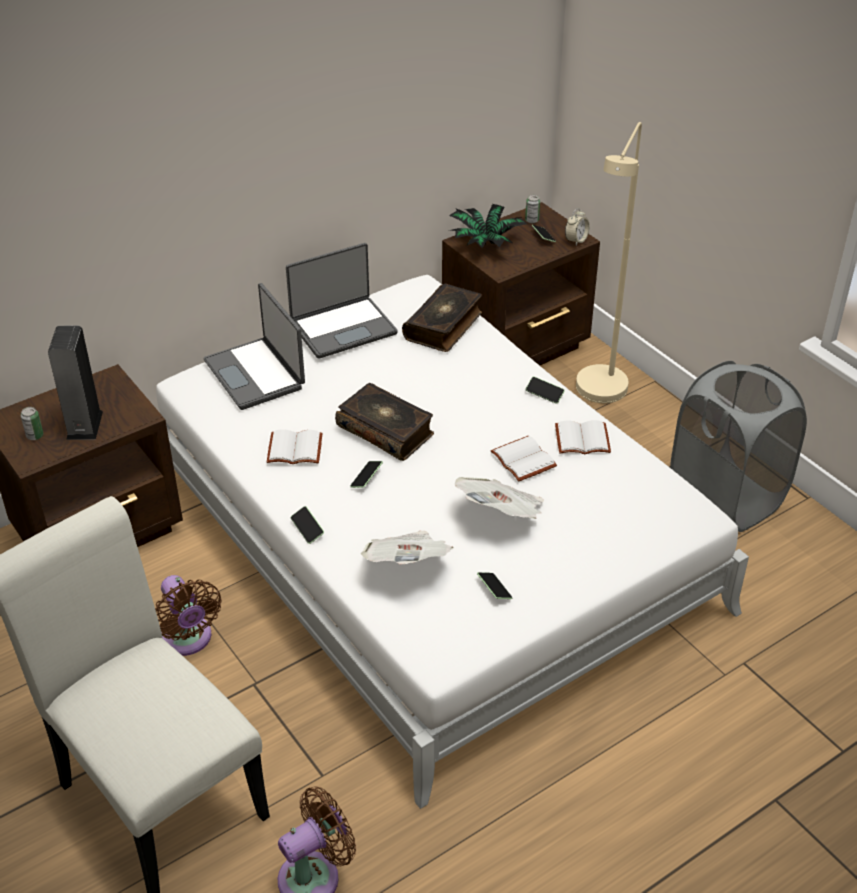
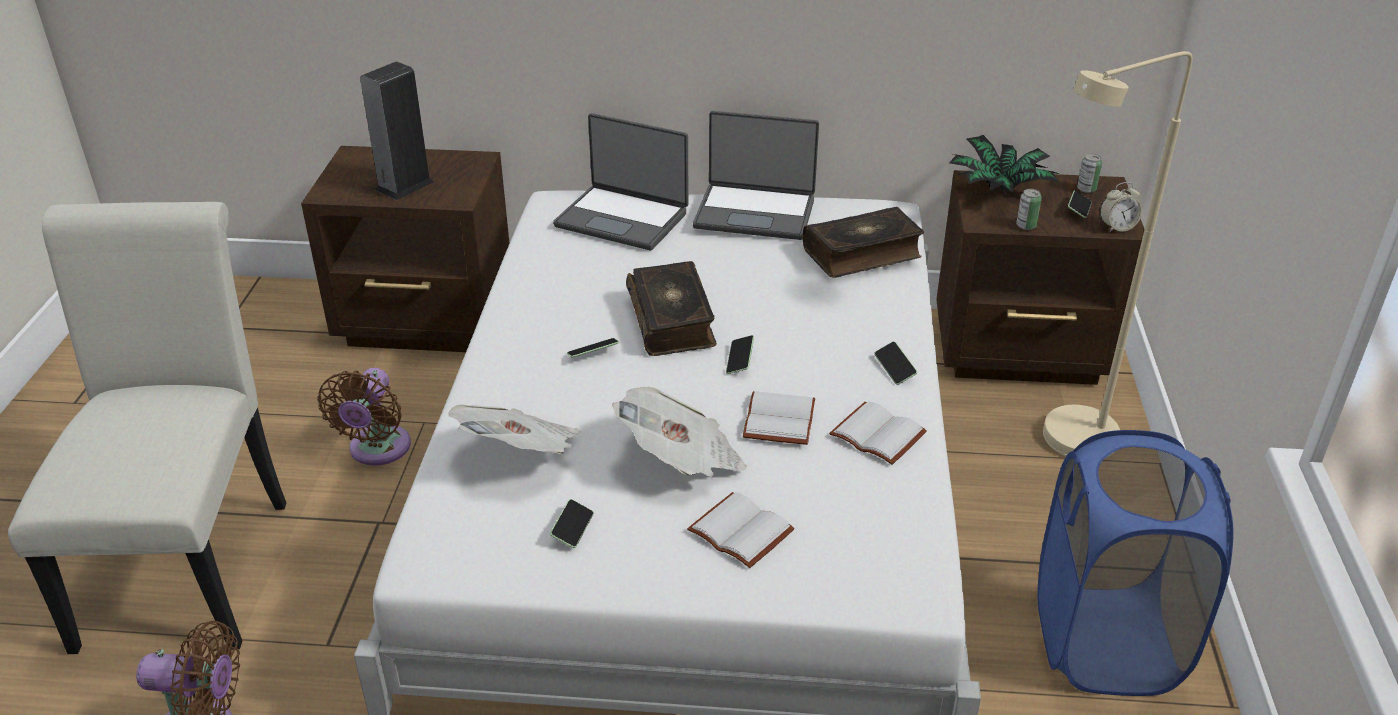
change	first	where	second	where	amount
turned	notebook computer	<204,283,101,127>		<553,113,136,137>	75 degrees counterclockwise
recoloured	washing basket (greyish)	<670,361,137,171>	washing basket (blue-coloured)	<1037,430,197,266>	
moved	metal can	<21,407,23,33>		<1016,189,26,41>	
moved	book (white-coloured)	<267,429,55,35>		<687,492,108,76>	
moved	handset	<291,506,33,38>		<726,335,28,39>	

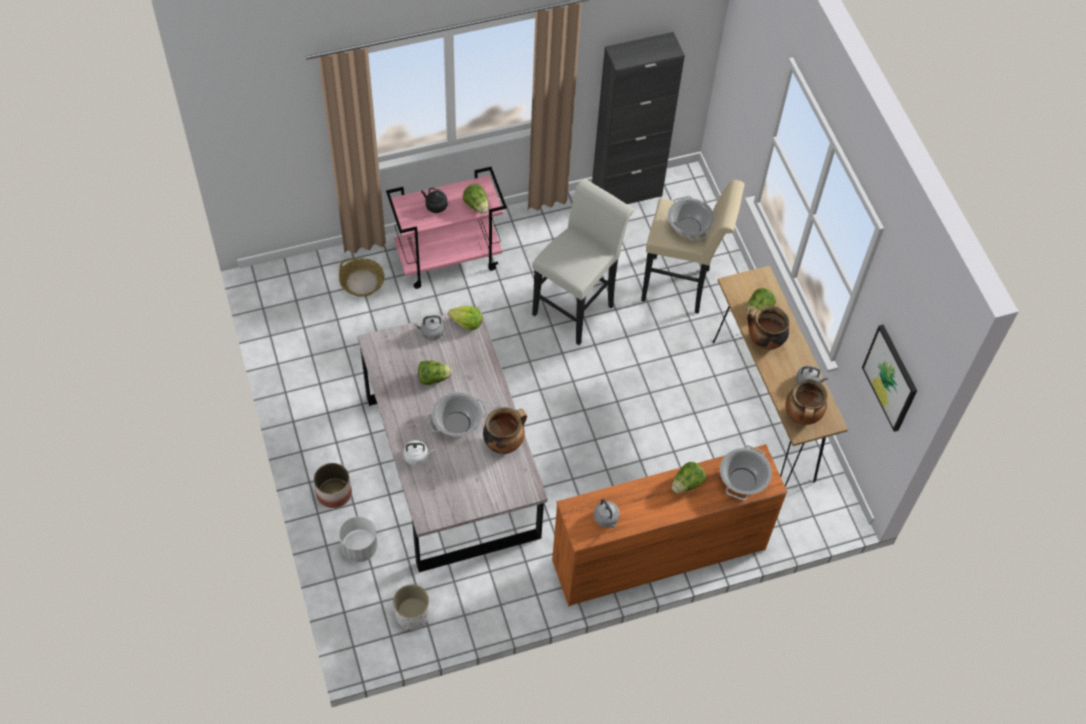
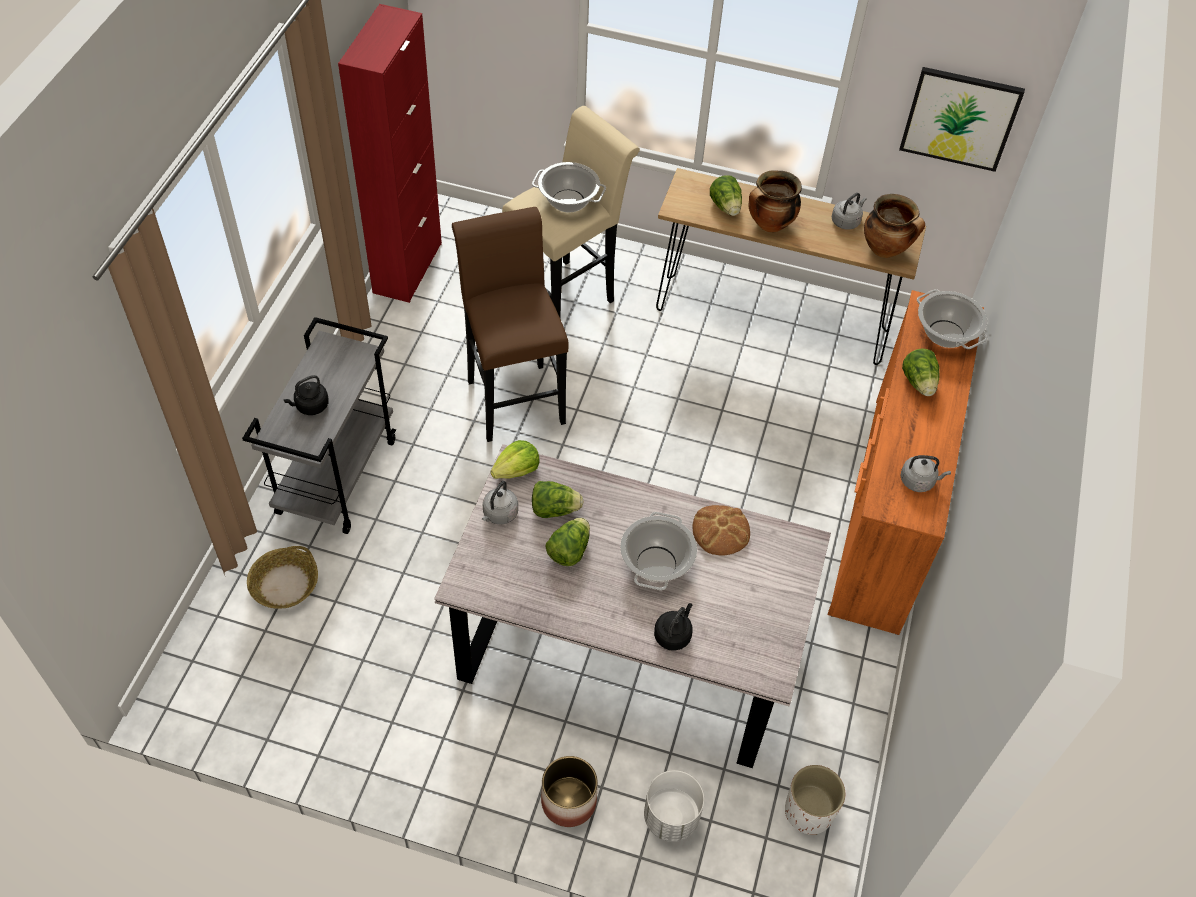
change	first	where	second	where	amount
recoloured	cabinet (black-coloured)	<592,32,93,172>	cabinet (red)	<338,4,104,299>	
recoloured	cart (pink-coloured)	<386,167,121,122>	cart (greyish)	<242,317,154,217>	
recoloured	sitting stool (white-coloured)	<532,179,102,166>	sitting stool (brown-coloured)	<452,207,117,235>	
moved	head of lettuce	<463,184,26,30>		<532,481,52,37>	
replaced	stockpot	<483,407,44,47>	bakery bread	<692,505,58,51>	
recoloured	kettle (white-coloured)	<403,440,32,26>	kettle (black-coloured)	<654,603,39,48>	

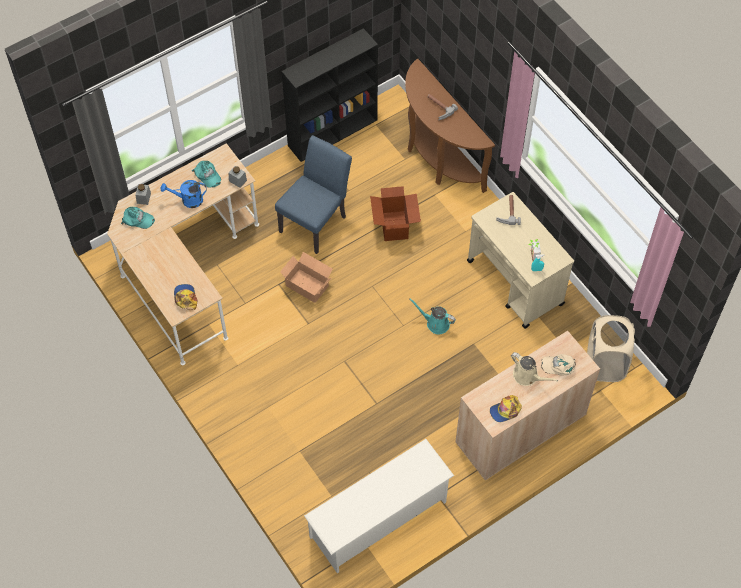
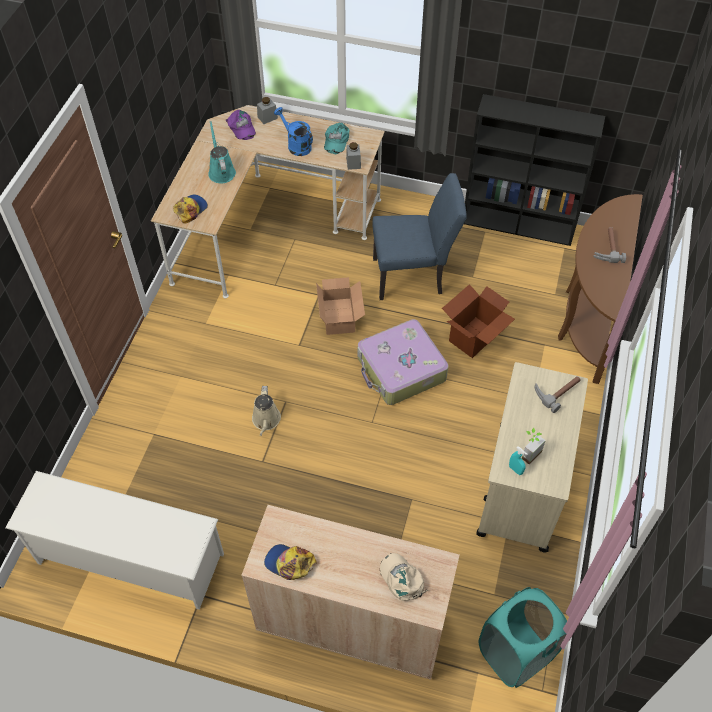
change	first	where	second	where	amount
recoloured	baseball cap (blue-green)	<121,207,34,22>	baseball cap (purple-coloured)	<226,110,30,30>	
moved	watering can (blue-green)	<409,298,47,36>		<208,121,28,63>	
recoloured	washing basket (beige)	<587,315,48,67>	washing basket (blue-green)	<479,587,88,101>	
moved	watering can (beige)	<511,352,47,34>		<252,386,29,50>	
added			suitcase	<357,319,92,86>	

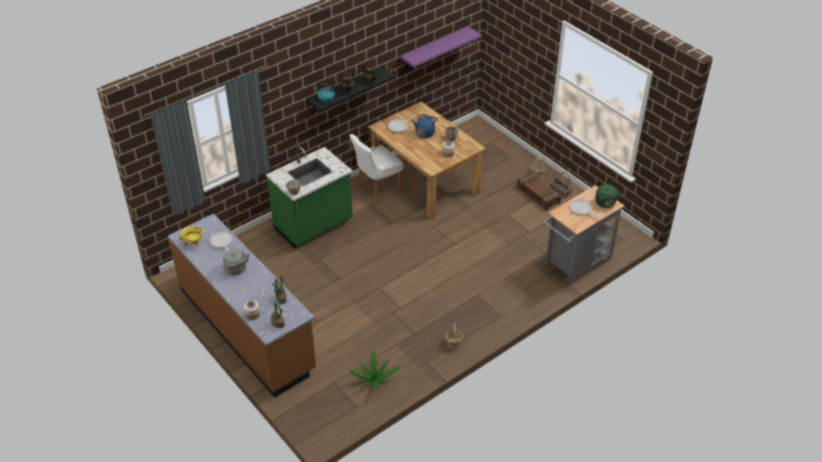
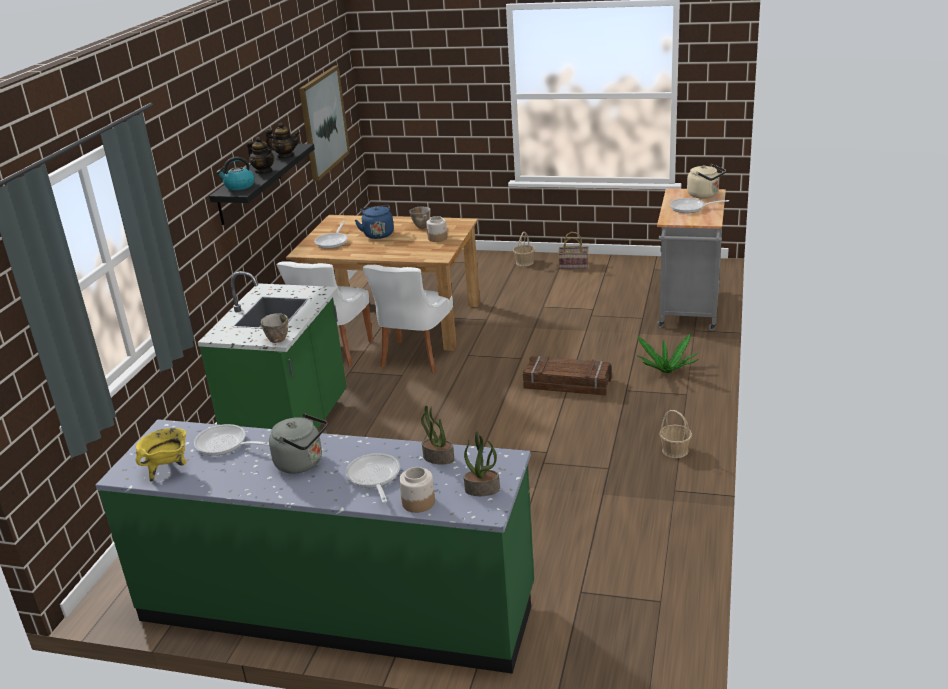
change	first	where	second	where	amount
replaced	wall shelf (purple-coloured)	<400,26,82,43>	picture	<299,65,51,117>	
moved	shipping crate	<517,172,44,38>		<523,356,88,40>	
recoloured	kettle (greenish)	<595,184,26,24>	kettle (beige)	<687,164,39,35>	
recoloured	kitchen counter (brown-coloured)	<168,214,148,184>	kitchen counter (greenish)	<96,419,438,255>	
moved	houseplant	<350,351,49,38>		<636,334,62,39>	
added			chair (white-coloured)	<363,265,90,108>	
added			frying pan	<346,453,54,50>	

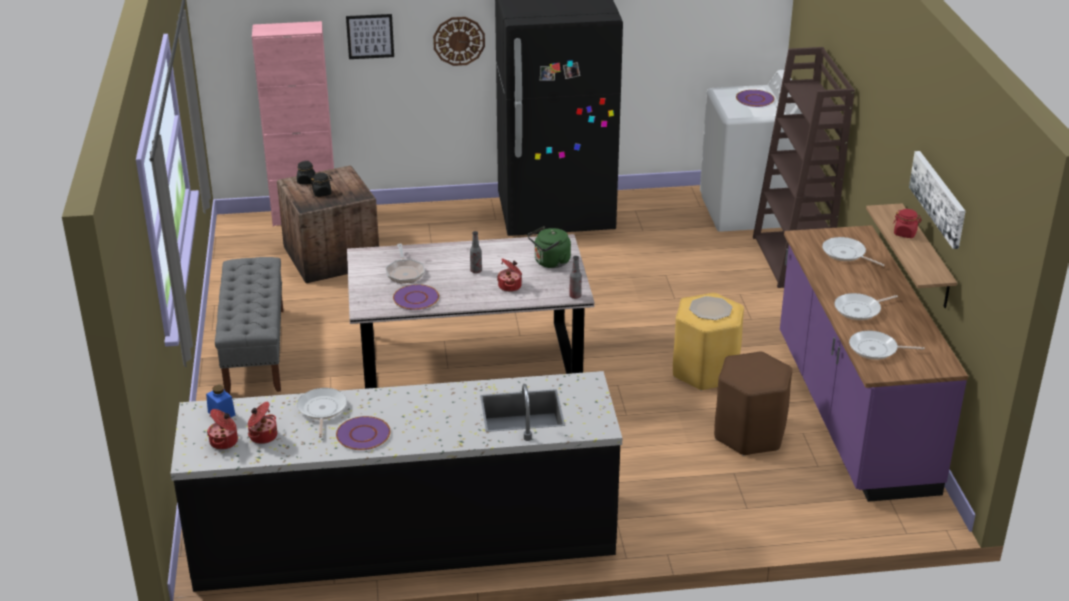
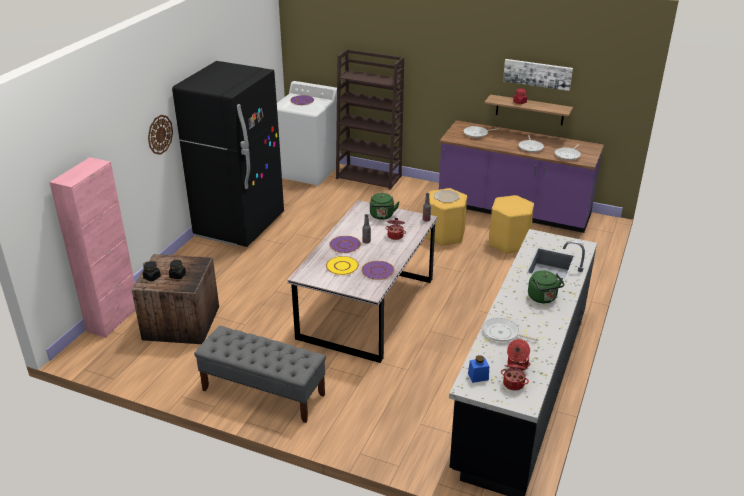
change	first	where	second	where	amount
removed	picture	<346,14,48,45>			
replaced	frying pan	<385,244,40,39>	dinner plate (yellowish)	<326,256,33,19>	
recoloured	sitting stool (brown-coloured)	<714,352,78,104>	sitting stool (yellowish)	<489,195,45,59>	
moved	dinner plate (purple-coloured)	<336,416,55,34>		<329,236,32,17>	
added			kettle (greenish)	<528,270,37,33>	

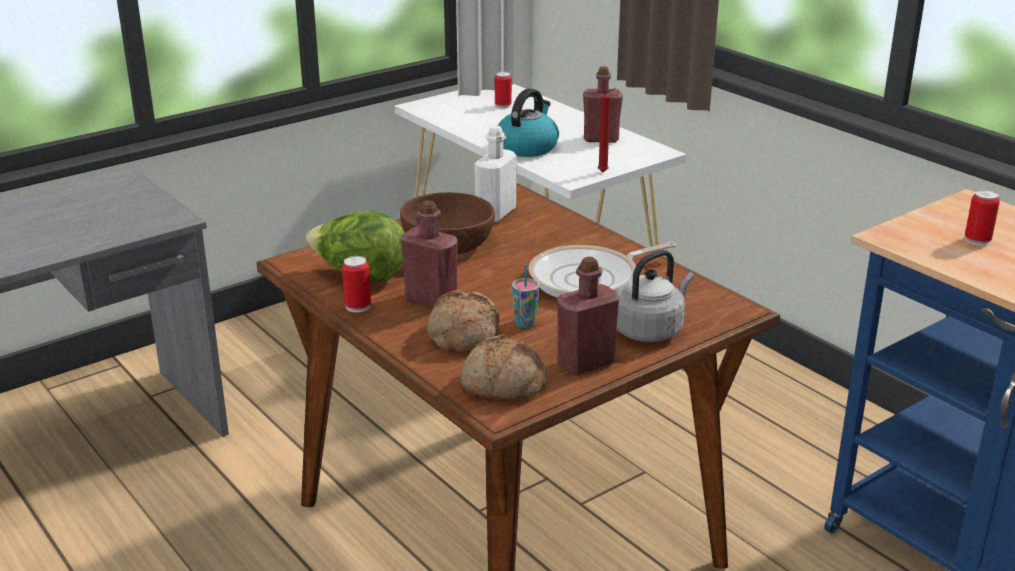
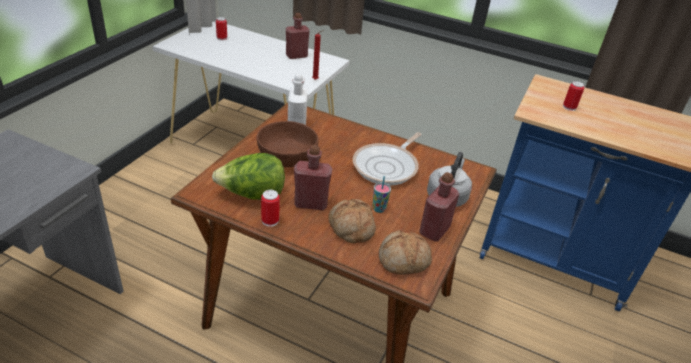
change	first	where	second	where	amount
removed	kettle	<498,88,61,69>			

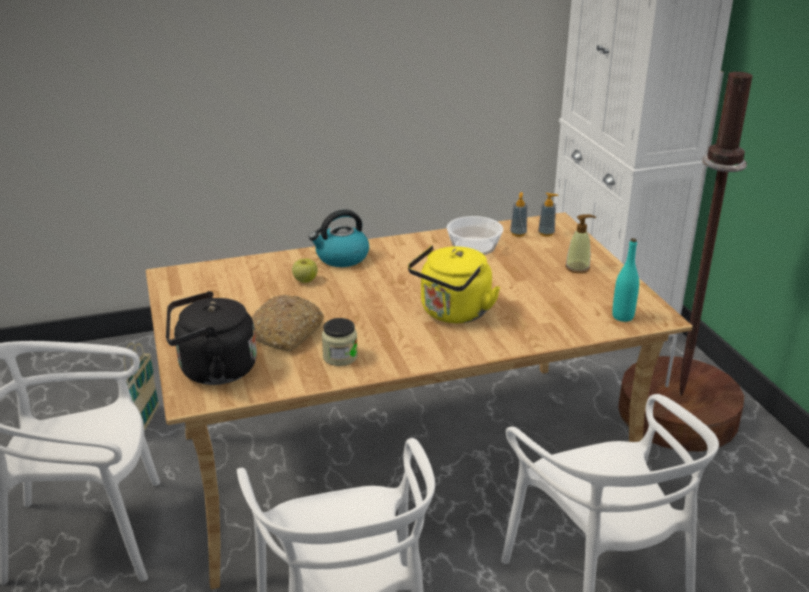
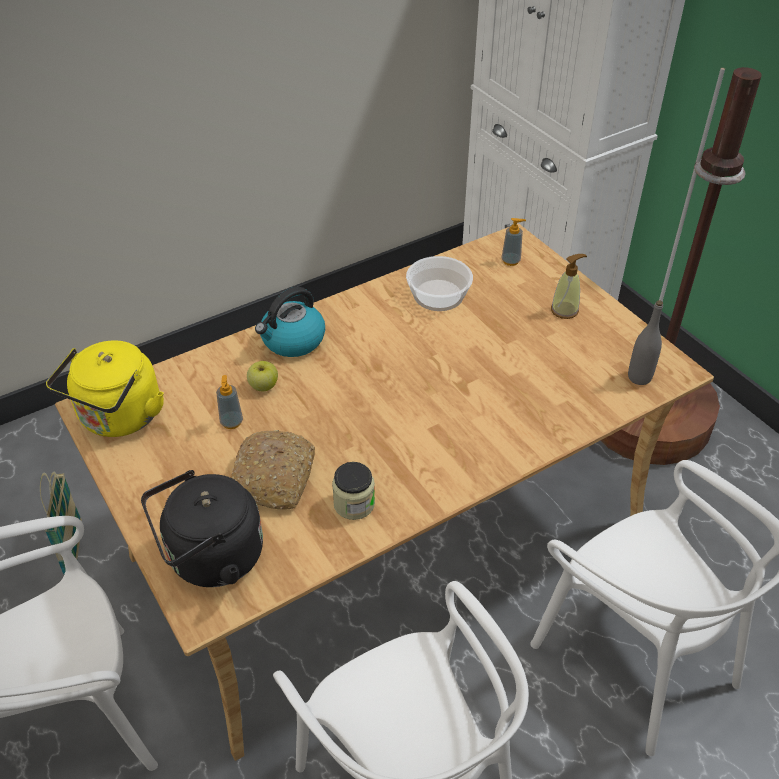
change	first	where	second	where	amount
moved	liquid soap bottle	<510,192,17,45>		<216,375,27,54>	
recoloured	bottle (blue-green)	<612,238,27,84>	bottle (greyish)	<628,300,35,85>	
moved	kettle (yellowish)	<408,245,93,78>		<46,340,118,97>	

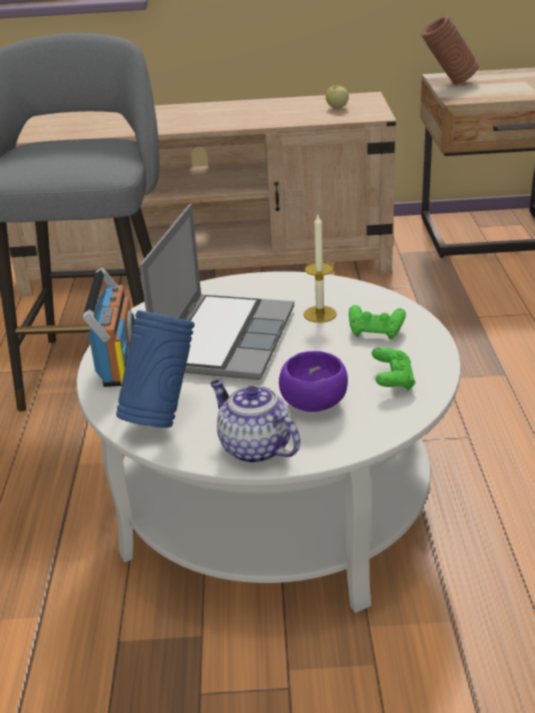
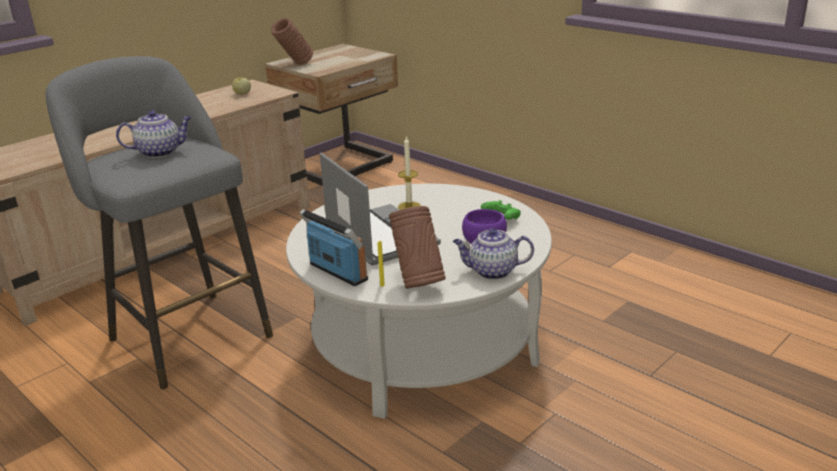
change	first	where	second	where	amount
removed	game controller (greenish)	<349,305,57,34>			
recoloured	flower vase (blue-coloured)	<116,310,78,118>	flower vase (brown-coloured)	<389,206,57,83>	
added			pot for tea	<116,110,76,48>	

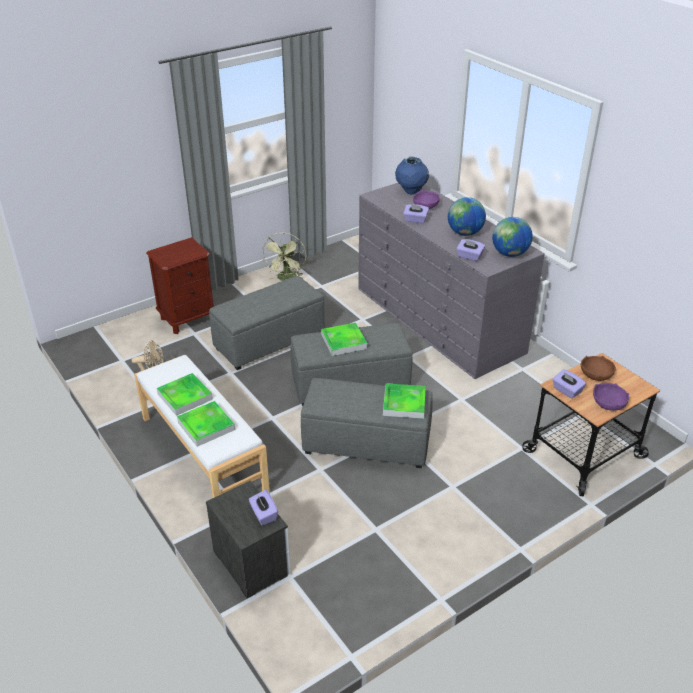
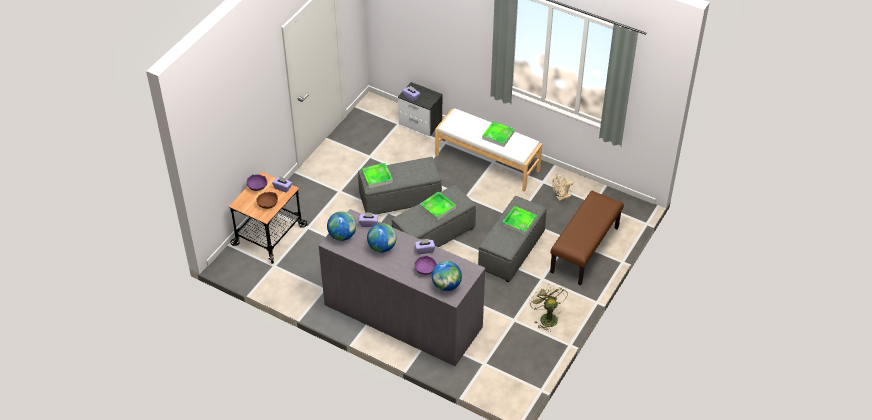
change	first	where	second	where	amount
replaced	flower vase (blue-coloured)	<395,157,34,37>	globe	<432,261,30,30>	
replaced	nightstand (brown-coloured)	<146,237,68,97>	long seat (brown-coloured)	<550,191,74,95>	
moved	serving tray	<177,401,58,46>		<502,206,35,29>	

